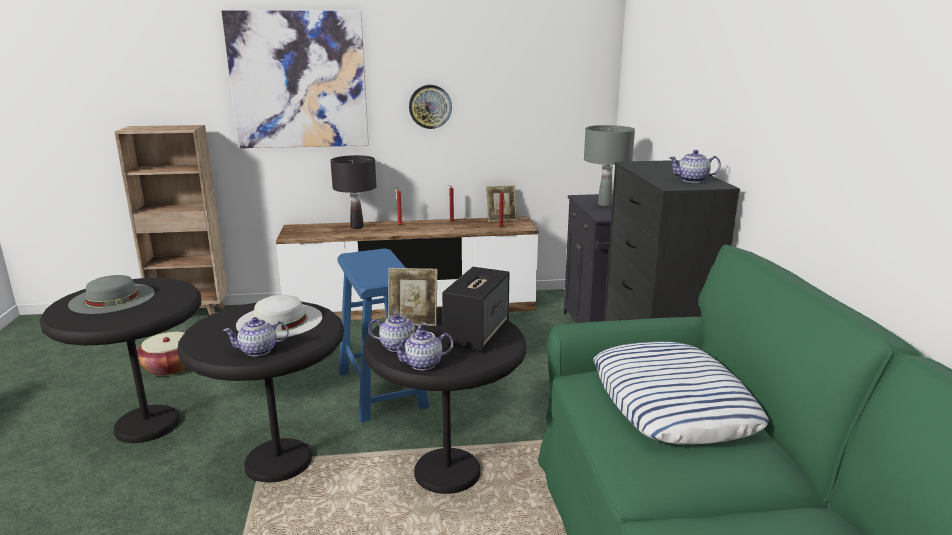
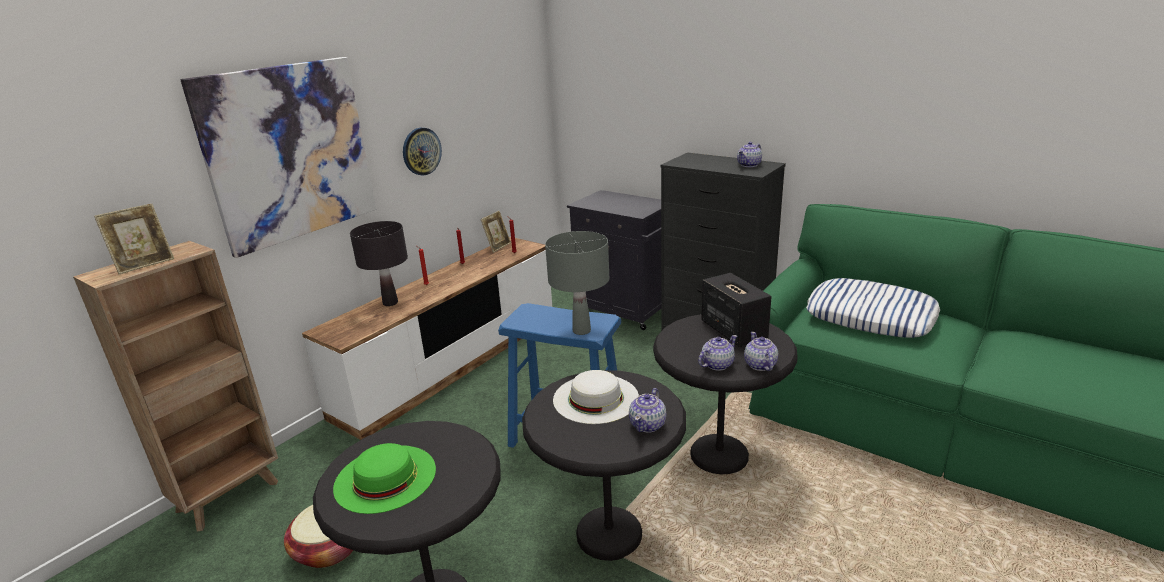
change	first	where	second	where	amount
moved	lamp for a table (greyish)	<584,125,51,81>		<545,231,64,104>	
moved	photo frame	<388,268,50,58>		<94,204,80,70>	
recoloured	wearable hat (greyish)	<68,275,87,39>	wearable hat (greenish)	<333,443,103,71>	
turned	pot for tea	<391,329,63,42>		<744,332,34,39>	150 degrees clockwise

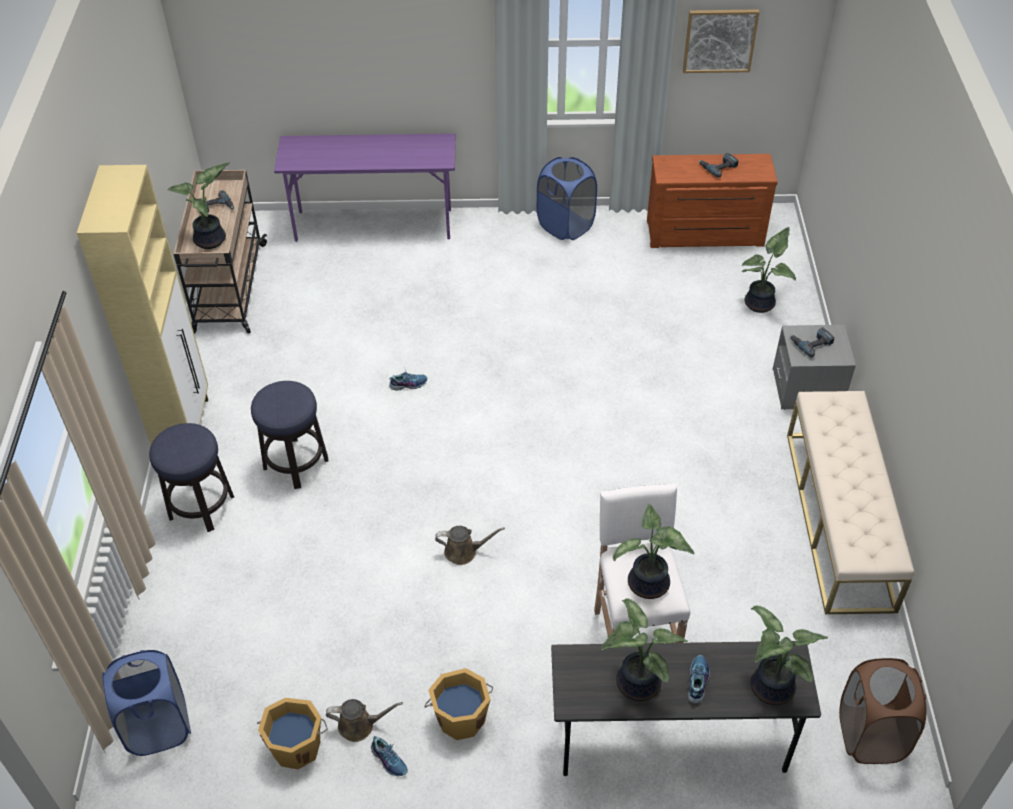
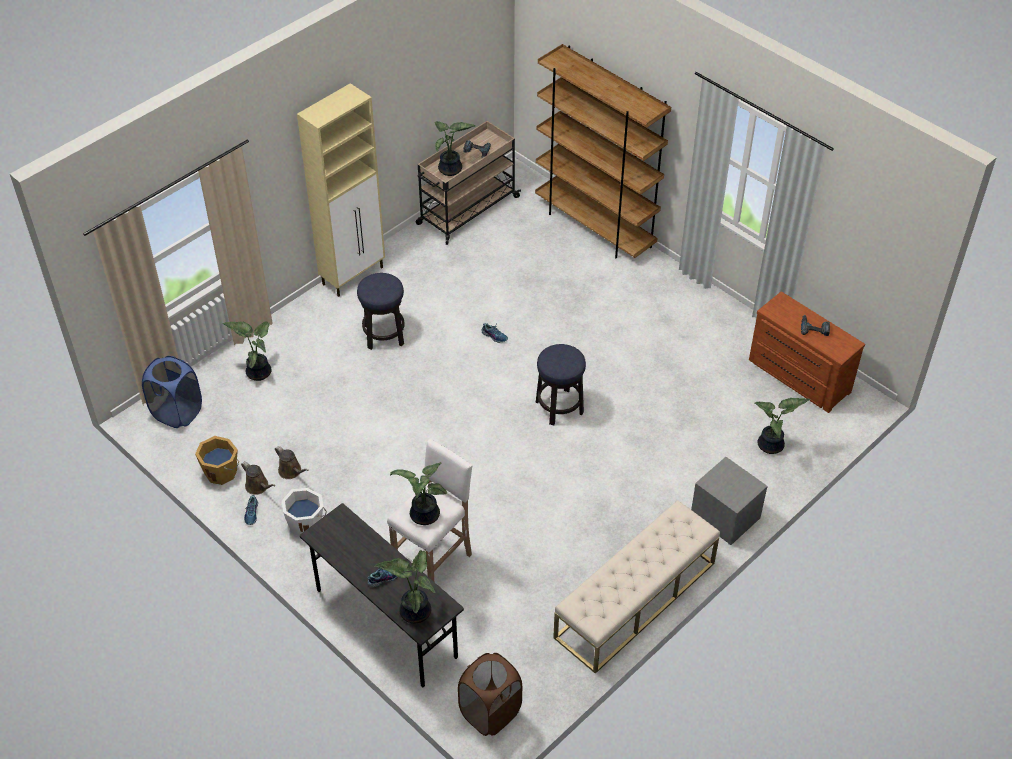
change	first	where	second	where	amount
removed	picture	<683,9,76,64>			
replaced	desk unit (purple-coloured)	<274,133,182,109>	bookcase (brown-coloured)	<535,44,136,215>	
removed	washing basket (blue-coloured)	<537,157,60,83>			
removed	power drill	<790,327,45,30>			
moved	sitting stool	<149,423,85,109>		<536,344,50,82>	
moved	watering can (brown-coloured)	<435,526,70,39>		<275,446,34,33>	
moved	houseplant	<601,598,87,103>		<223,321,49,60>	
recoloured	bucket (orange)	<424,668,69,72>	bucket (white-coloured)	<282,488,45,48>	

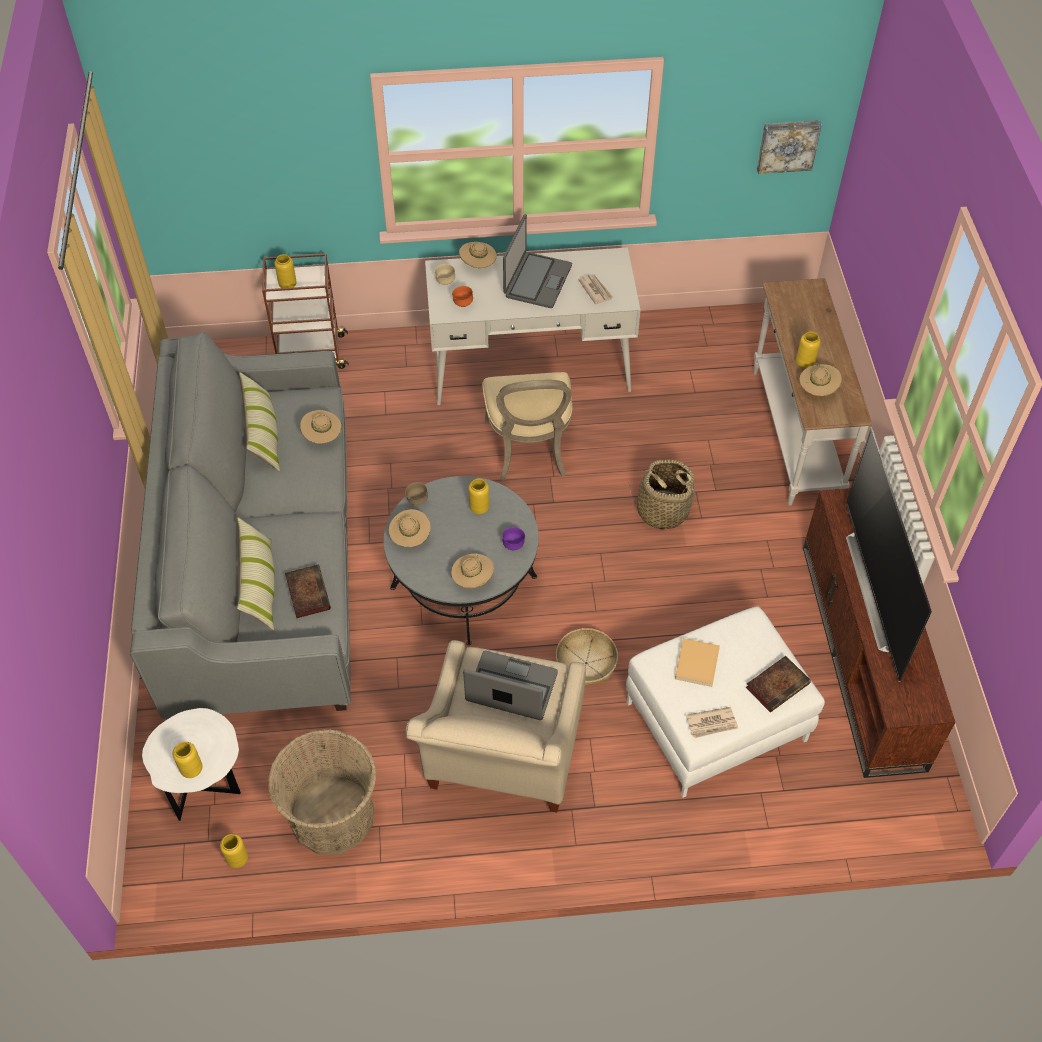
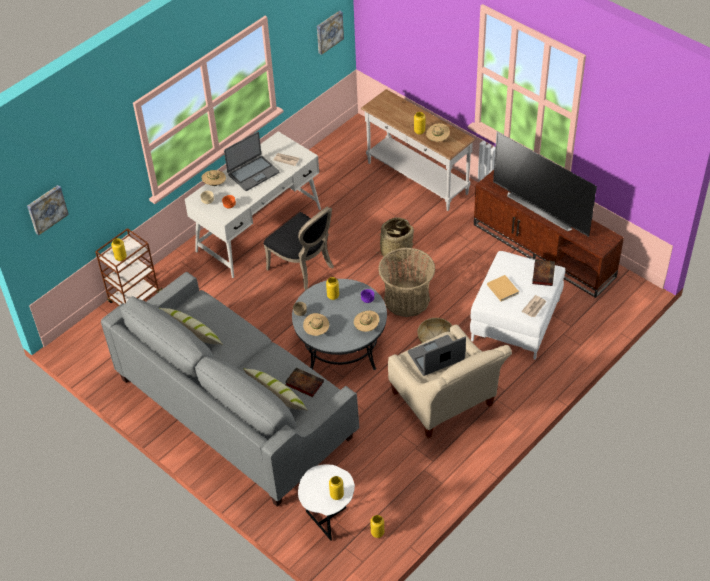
change	first	where	second	where	amount
turned	notebook computer	<503,214,69,94>		<224,132,55,59>	75 degrees clockwise
recoloured	chair (beige)	<482,372,90,109>	chair (black-coloured)	<263,207,71,83>	
removed	wearable hat (beige)	<300,410,42,34>			
moved	basket	<268,729,108,125>		<378,248,57,69>	
added			picture	<27,185,42,50>	

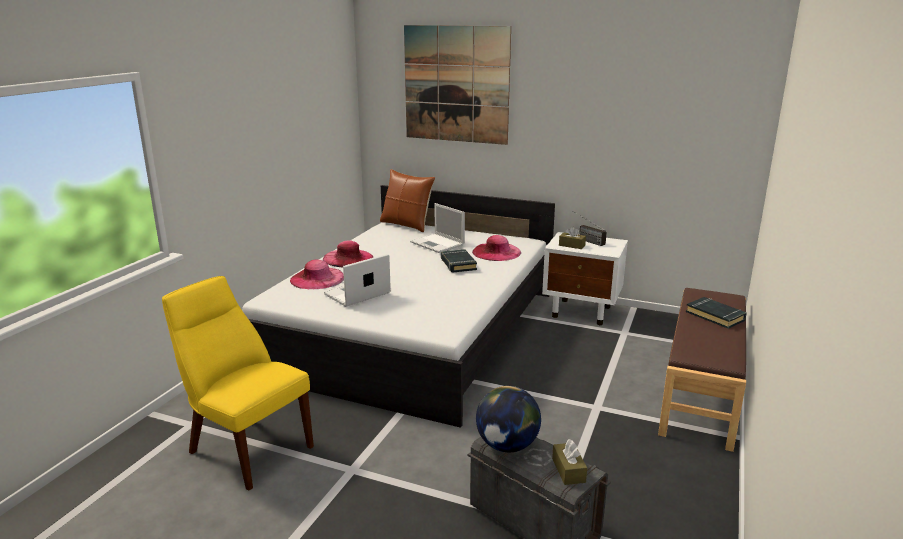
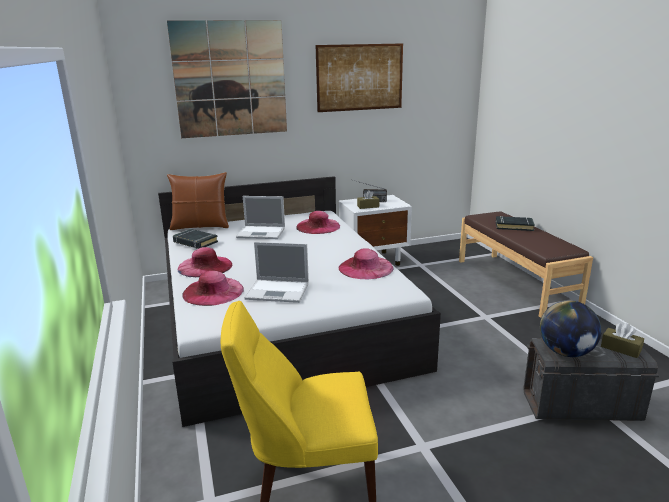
change	first	where	second	where	amount
moved	book (black-coloured)	<441,249,36,24>		<173,229,45,20>	
turned	notebook computer	<324,254,67,53>		<245,242,64,61>	90 degrees counterclockwise
added			picture	<315,43,88,69>	
added			wearable hat (pink-coloured)	<338,248,55,31>	

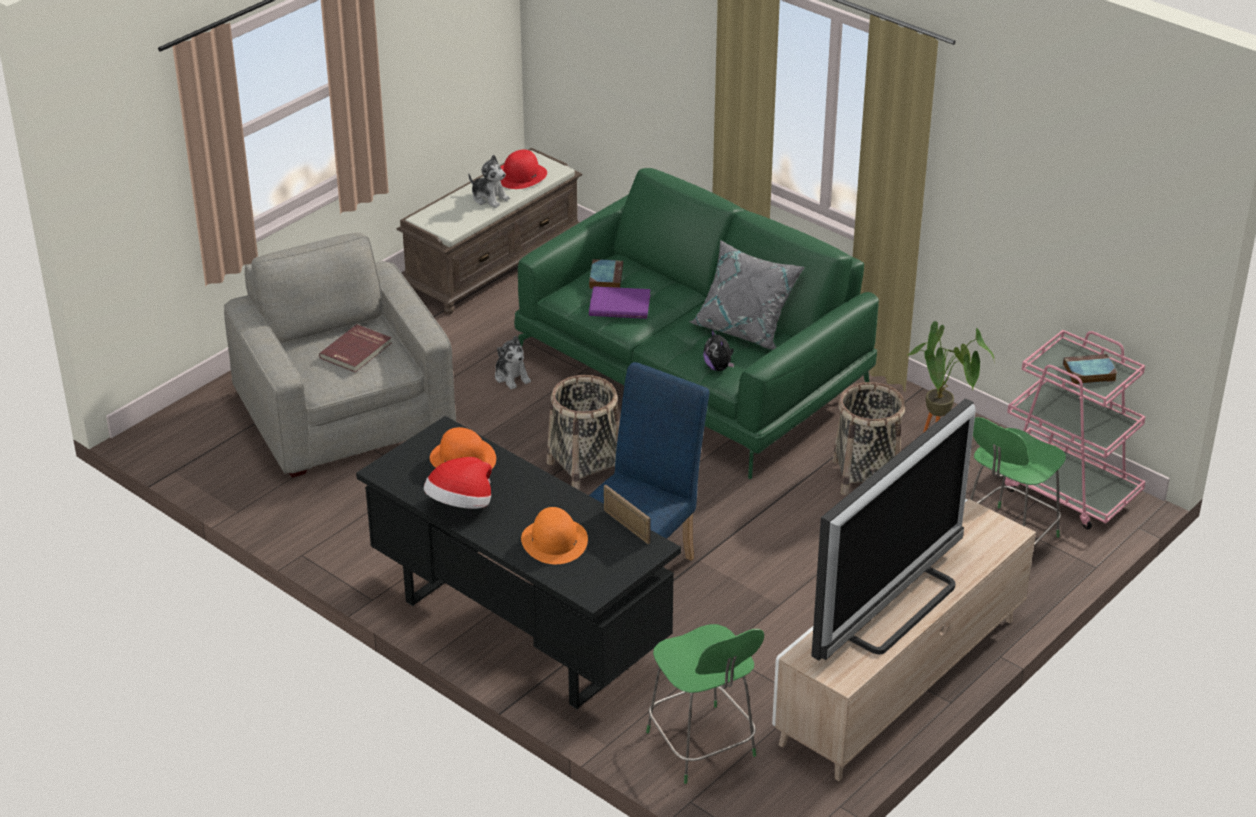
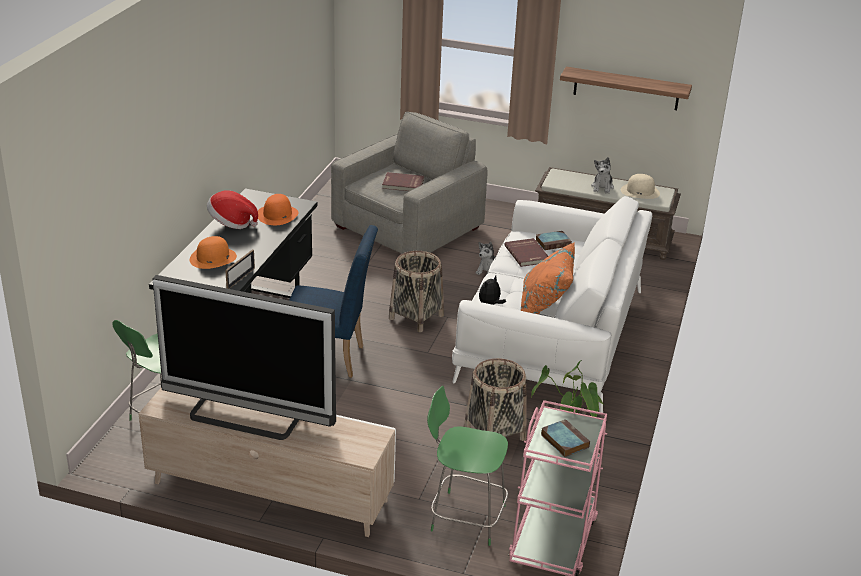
change	first	where	second	where	amount
recoloured	wearable hat (red)	<500,150,47,39>	wearable hat (beige)	<621,174,39,25>	
recoloured	couch (greenish)	<514,168,365,311>	couch (white-coloured)	<452,196,200,217>	
recoloured	cushion (greyish)	<689,240,116,110>	cushion (orange)	<521,242,54,72>	
recoloured	book (purple-coloured)	<589,286,62,33>	book (red)	<505,238,43,29>	
added			wall shelf	<560,67,132,43>	

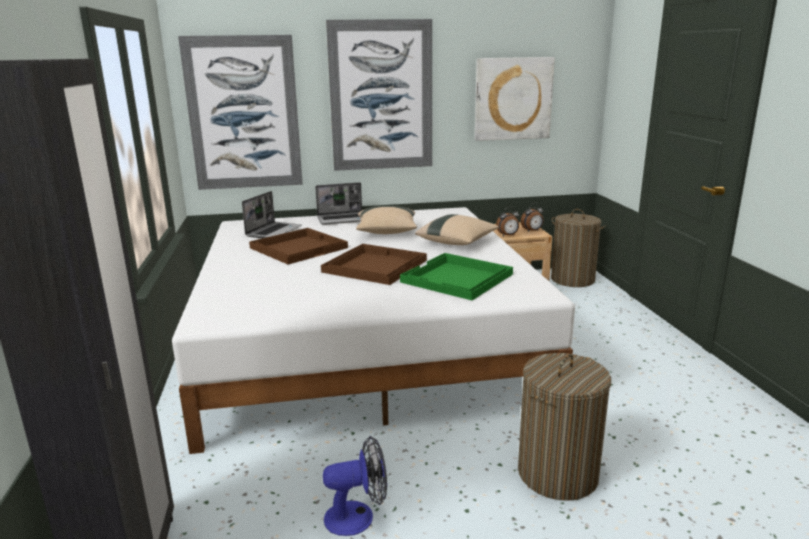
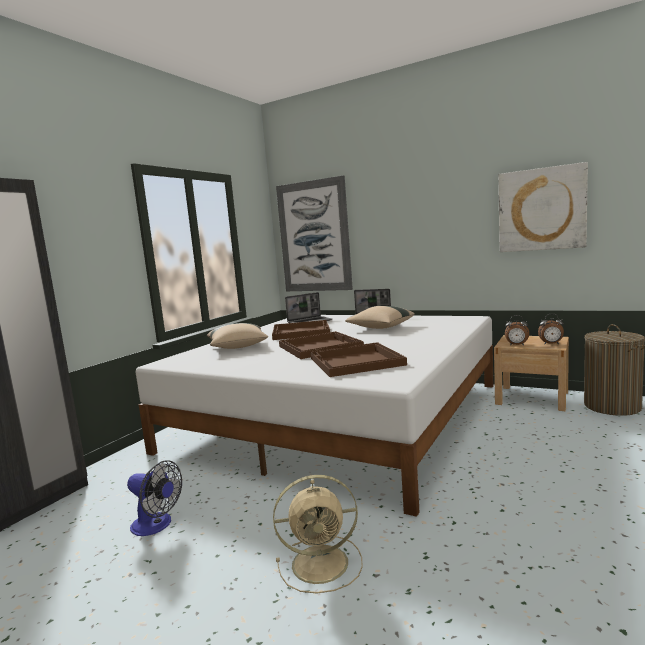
change	first	where	second	where	amount
removed	picture	<326,19,106,152>			
moved	cushion (beige)	<415,214,84,31>		<207,323,61,26>	
recoloured	serving tray (greenish)	<400,253,113,47>	serving tray (brown-coloured)	<310,342,97,35>	
replaced	washing basket	<518,353,93,148>	fan (beige)	<273,475,90,118>	

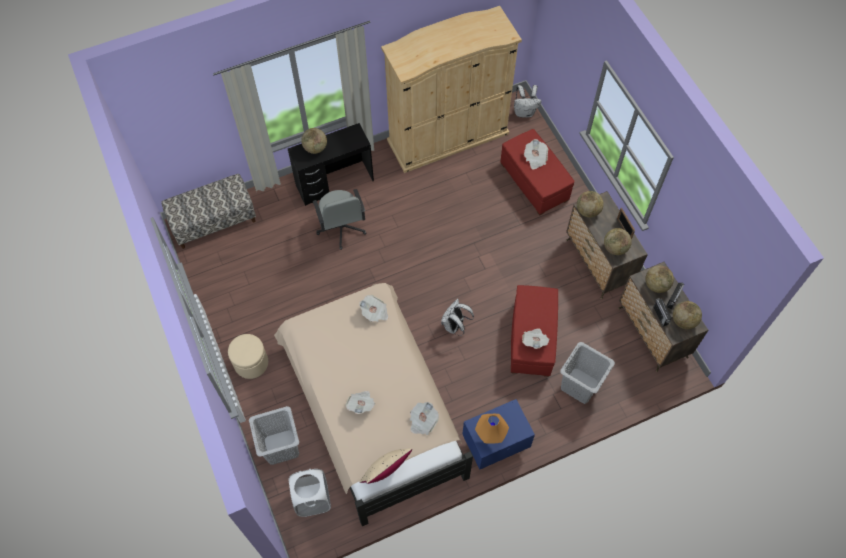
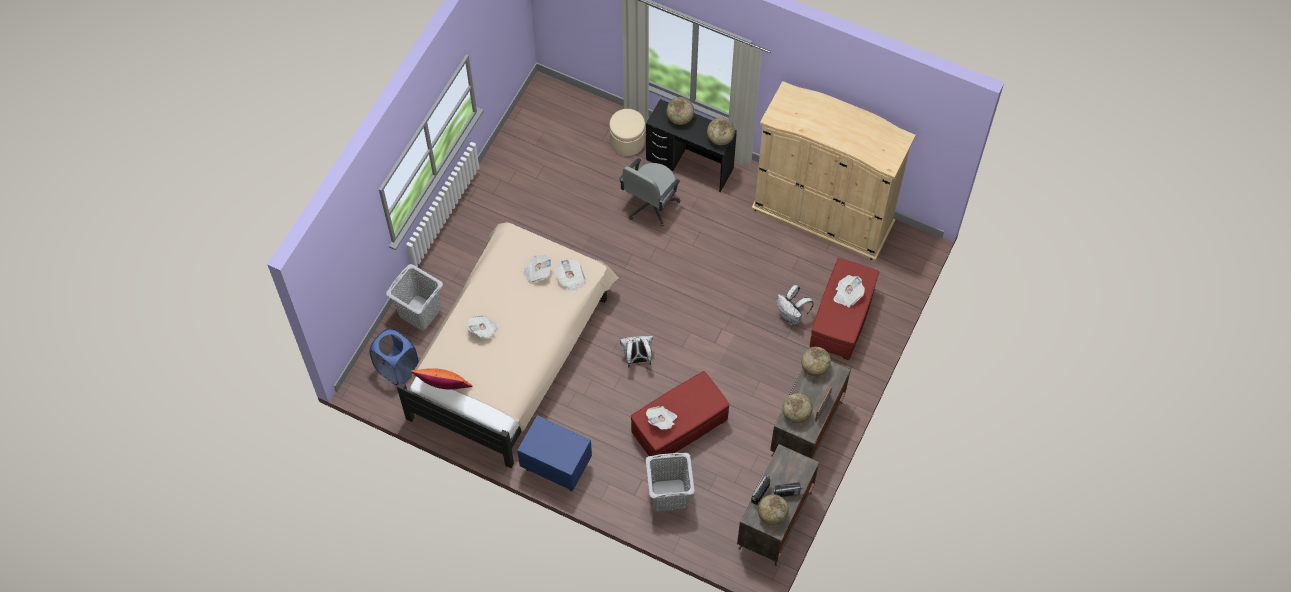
change	first	where	second	where	amount
moved	backpack (white-coloured)	<514,85,28,32>		<776,285,38,40>	
removed	long seat	<161,174,95,75>			
moved	globe	<645,265,29,28>		<707,117,28,28>	
moved	ottoman (beige)	<228,334,40,45>		<609,109,36,47>	
moved	printed paper	<409,402,30,33>		<522,254,30,29>	
removed	lamp for a table (orange)	<475,414,34,30>			
recoloured	cushion (beige)	<360,448,52,36>	cushion (orange)	<411,368,61,22>	
recoloured	washing basket (white-coloured)	<288,469,43,48>	washing basket (blue-coloured)	<369,329,50,56>	

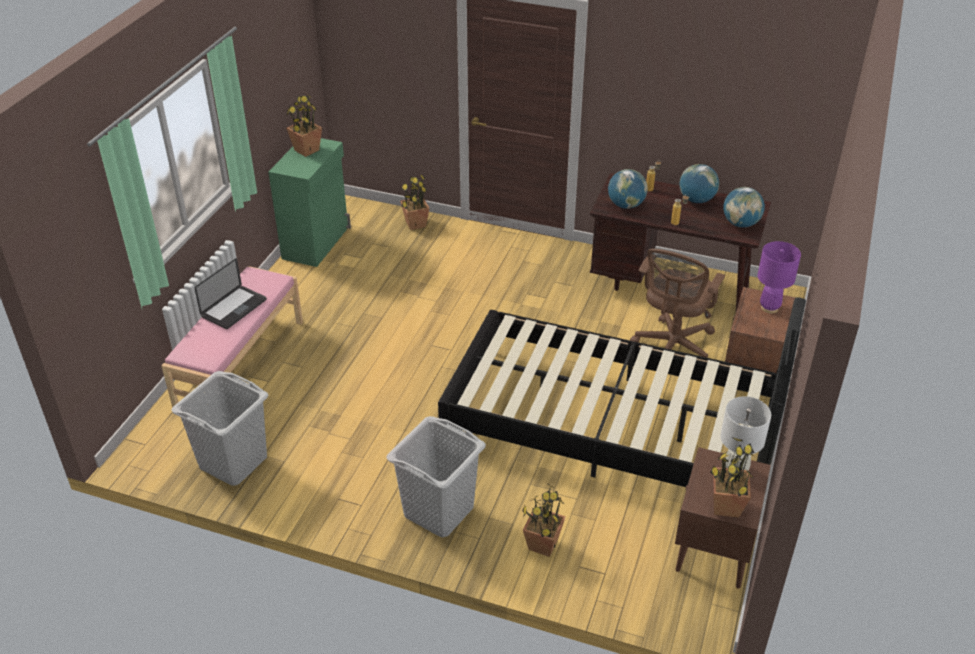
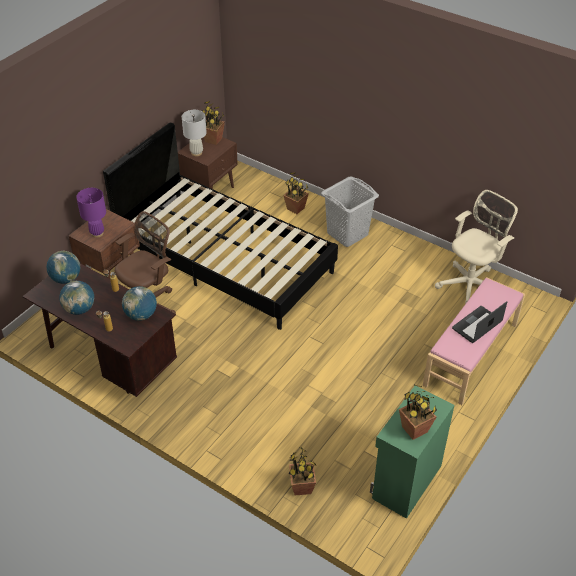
change	first	where	second	where	amount
replaced	washing basket (greyish)	<172,371,96,115>	computer chair (beige)	<435,190,83,114>	

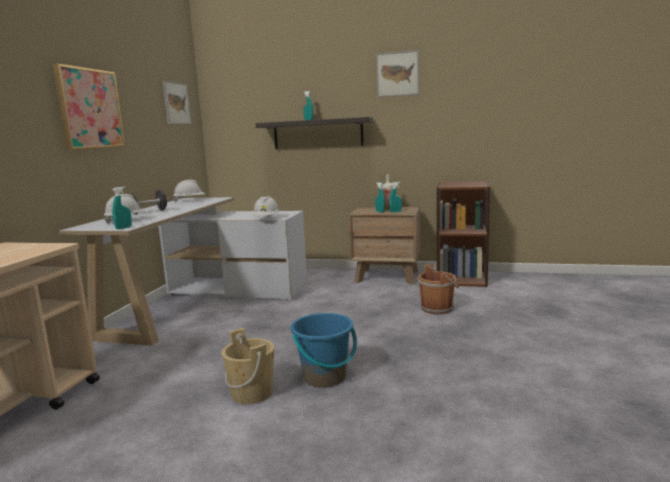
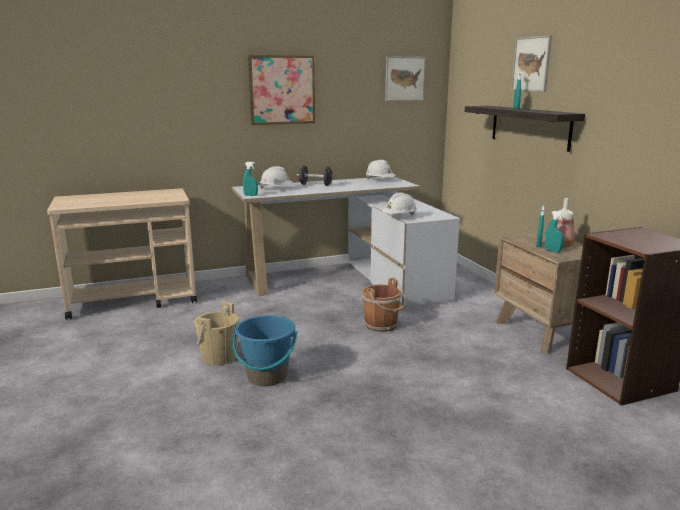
change	first	where	second	where	amount
moved	picture	<376,50,43,47>		<511,35,41,57>	
moved	bucket (brown-coloured)	<417,264,42,50>		<362,278,43,54>	

